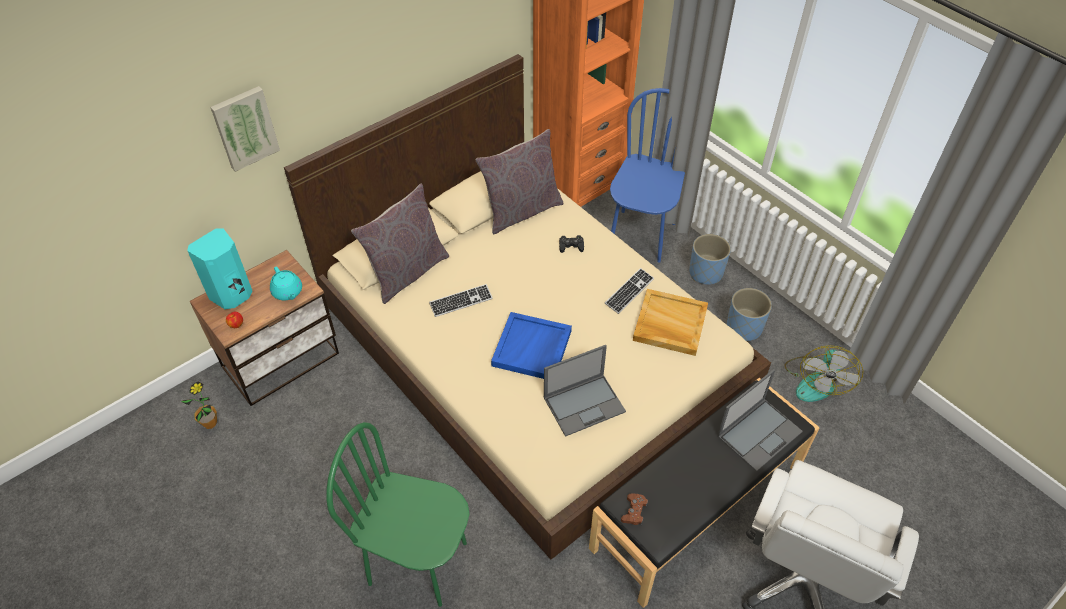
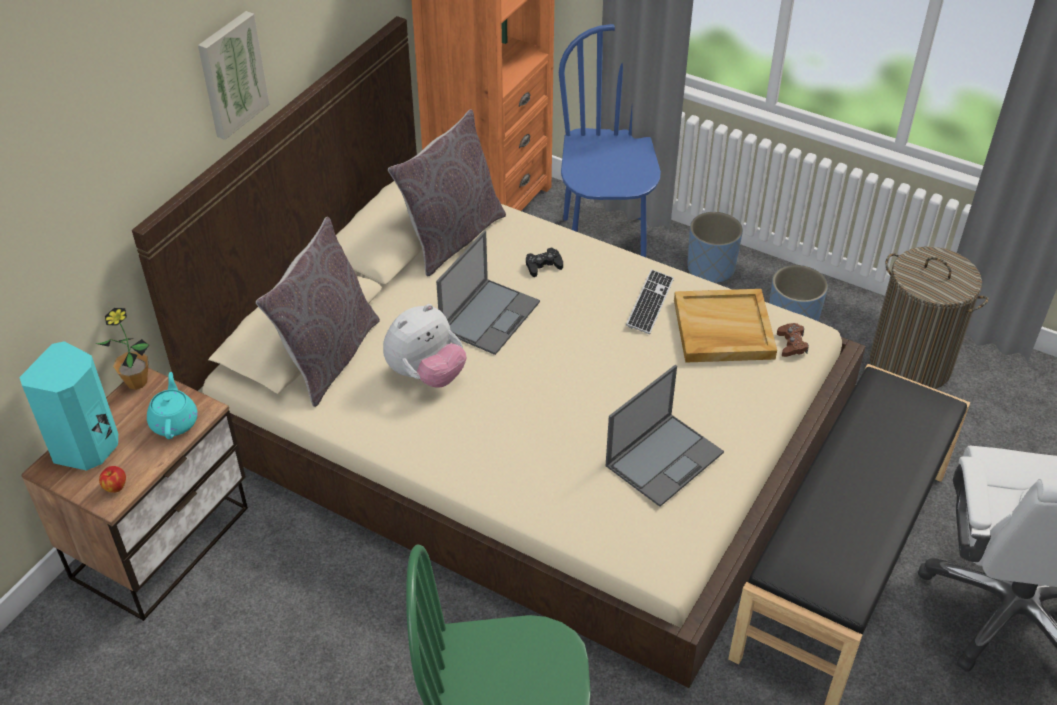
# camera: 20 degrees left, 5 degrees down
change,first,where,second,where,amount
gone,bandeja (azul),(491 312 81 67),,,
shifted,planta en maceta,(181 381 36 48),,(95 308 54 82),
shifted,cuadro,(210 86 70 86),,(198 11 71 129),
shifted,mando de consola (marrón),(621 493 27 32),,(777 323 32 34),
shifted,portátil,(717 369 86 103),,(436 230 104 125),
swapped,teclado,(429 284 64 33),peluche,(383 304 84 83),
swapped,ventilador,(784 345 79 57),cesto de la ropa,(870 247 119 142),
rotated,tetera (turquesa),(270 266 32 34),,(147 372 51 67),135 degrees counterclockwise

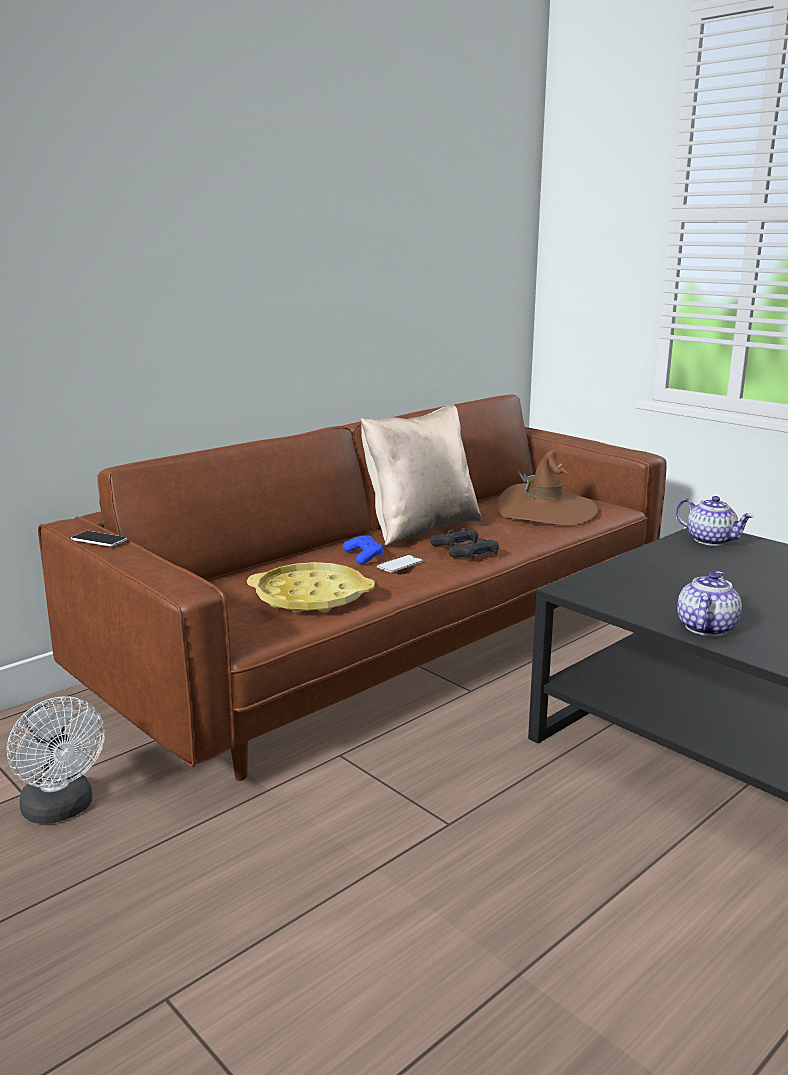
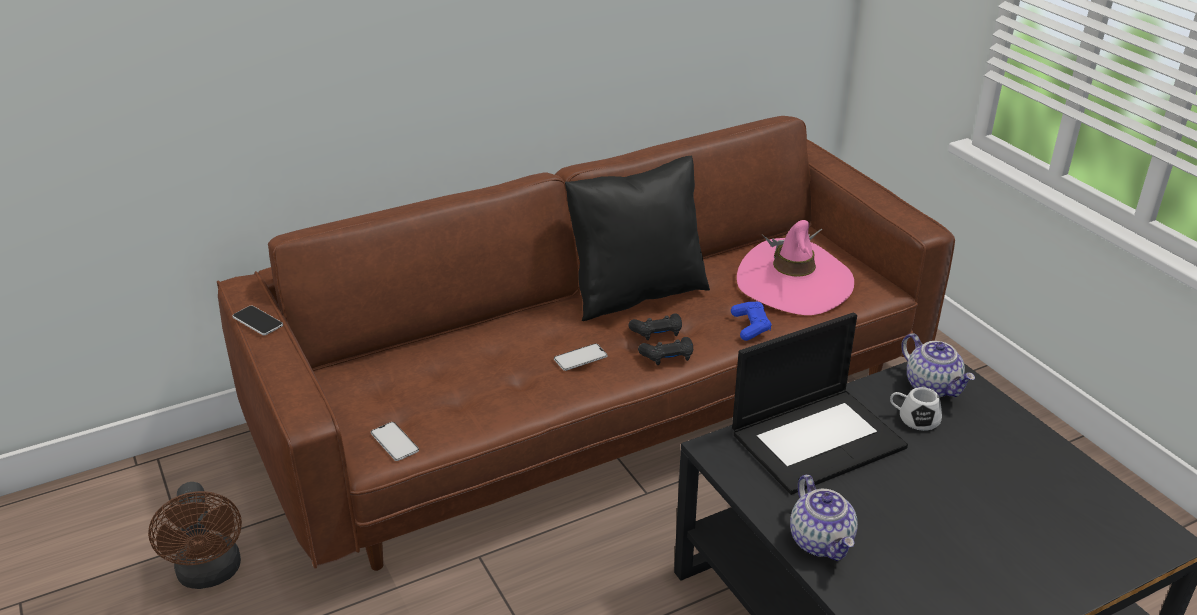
# camera: 15 degrees right, 15 degrees up
change,first,where,second,where,amount
gone,bandeja (amarillo),(247 562 128 51),,,
new,,,móvil,(371 422 48 39),
new,,,portátil,(732 313 176 182),
new,,,taza grande (blanco),(890 387 52 44),
shifted,mando de consola (azul),(343 535 40 29),,(731 302 41 39),
repainted,ventilador (blanco),(7 696 98 128),ventilador (marrón),(148 482 94 107),
repainted,cojín (beis),(361 404 120 142),cojín (negro),(565 156 145 165),
repainted,sombrero (marrón),(497 450 101 76),sombrero (rosa),(737 220 117 95),
rotated,tetera,(677 571 65 65),,(790 475 68 86),120 degrees clockwise

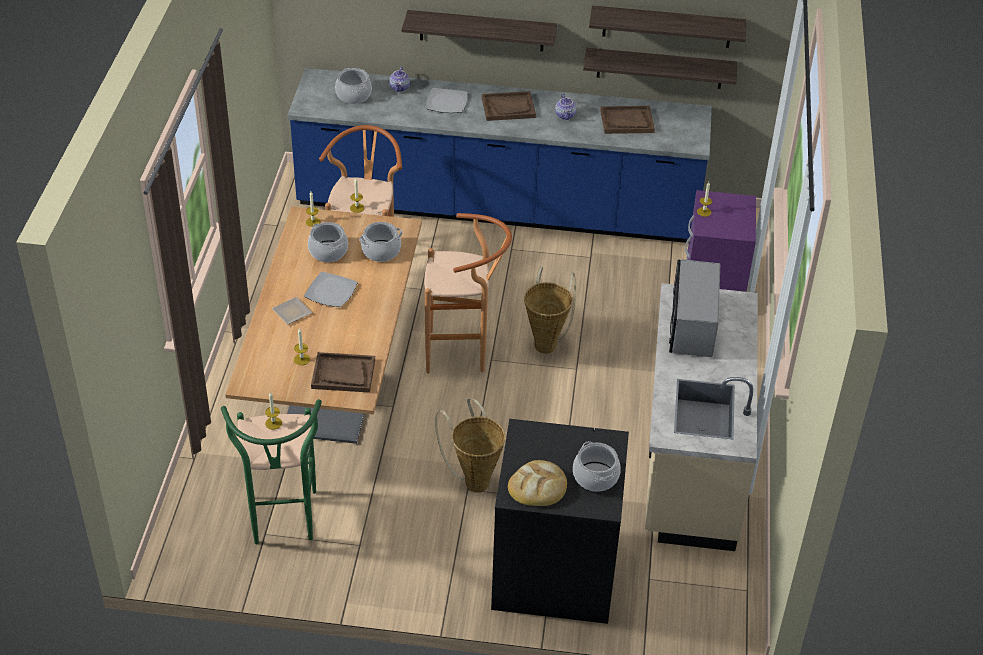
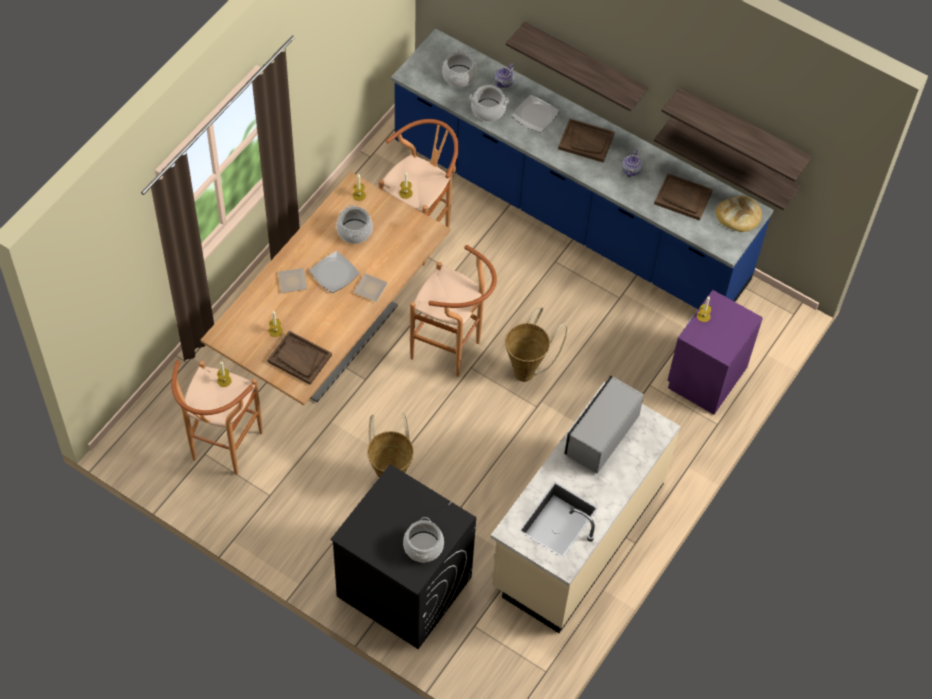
# camera: 25 degrees right, 15 degrees up
change,first,where,second,where,amount
new,,,plato,(353 273 35 29),
shifted,olla,(359 222 44 40),,(469 85 40 36),
shifted,pan,(508 460 59 46),,(716 196 46 36),
repainted,taburete (verde),(221 399 101 145),taburete (marrón),(171 360 92 115),

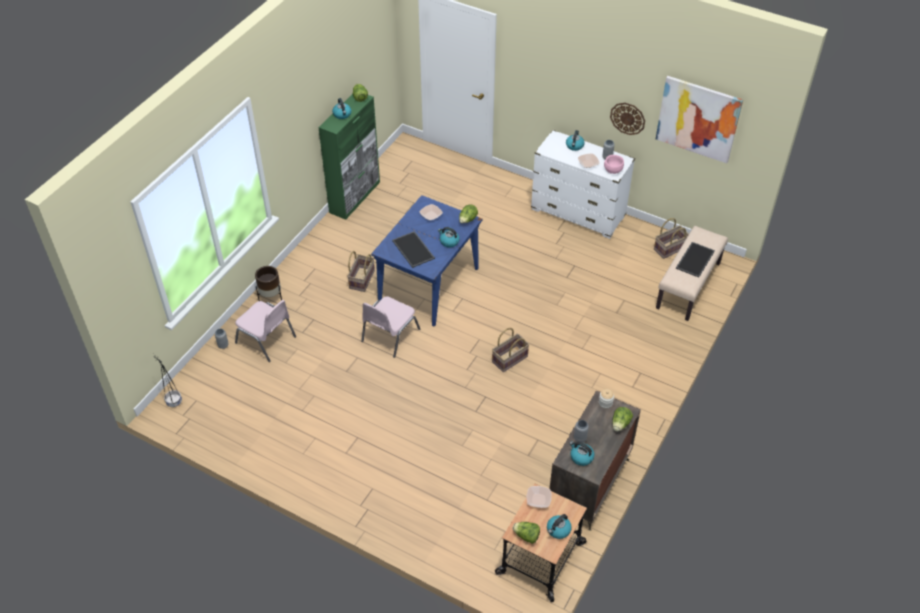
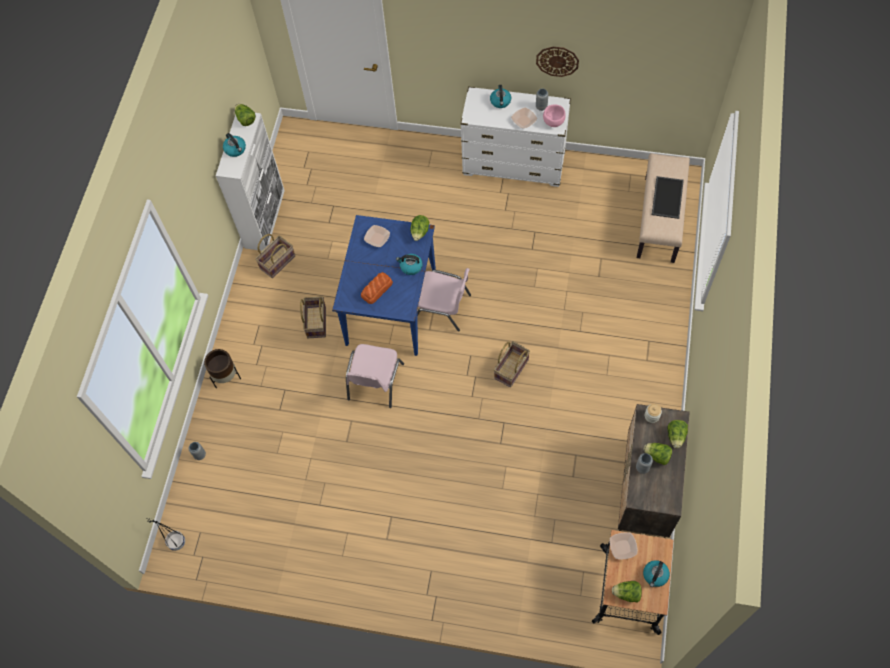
# camera: 15 degrees left, 15 degrees up
change,first,where,second,where,amount
gone,hervidor,(569 441 25 25),,,
gone,cuadro,(656 76 87 87),,,
new,,,lechuga,(643 443 29 22),
shifted,silla (rosa),(235 300 61 62),,(417 268 54 64),
shifted,cesta,(654 218 35 41),,(255 234 40 44),
swapped,bandeja,(392 231 43 37),pan,(361 272 32 32),
repainted,armario (verde),(318 94 62 126),armario (blanco),(216 113 69 138),

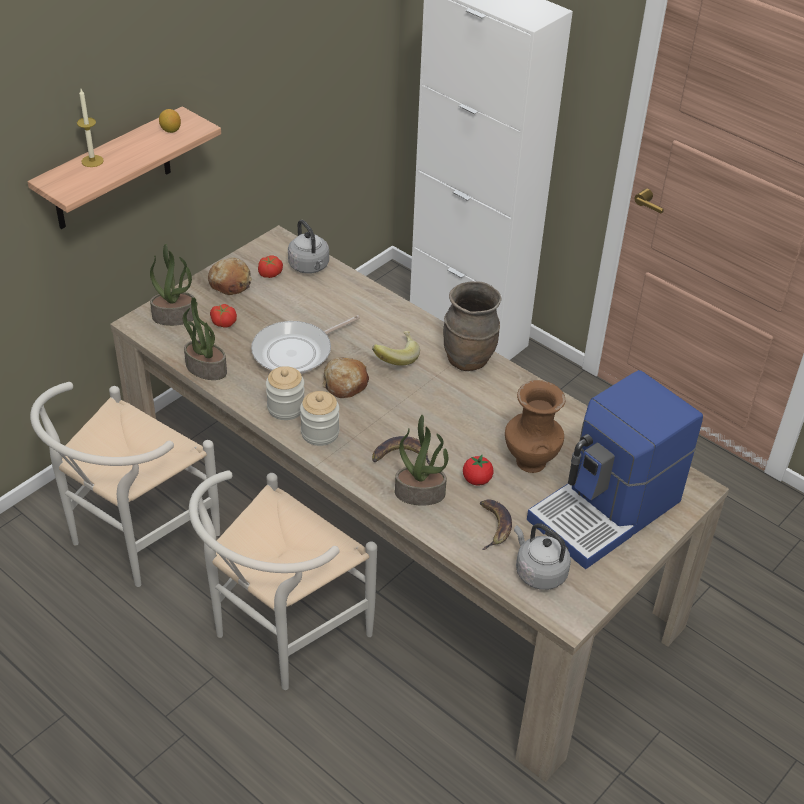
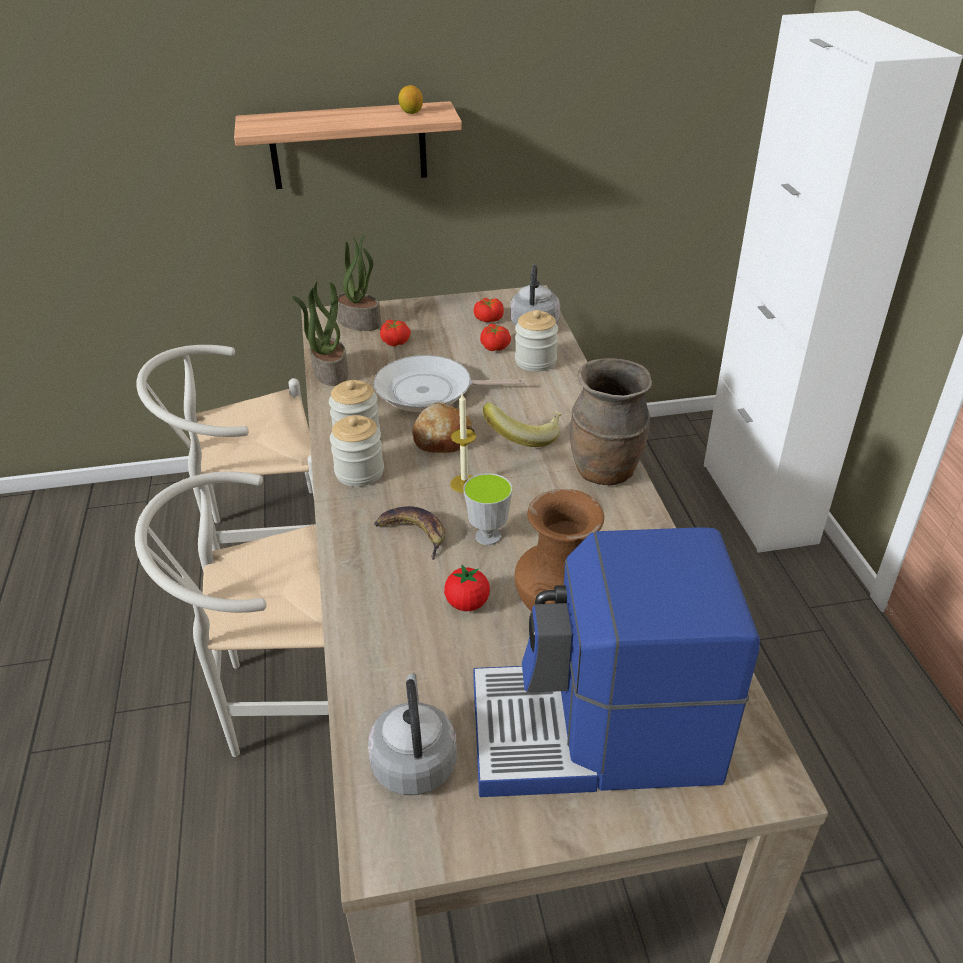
# camera: 40 degrees right, 5 degrees down
change,first,where,second,where,amount
gone,pan,(208 258 44 37),,,
gone,planta en maceta,(395 415 53 91),,,
gone,plátano,(480 500 32 50),,,
new,,,taza,(463 473 49 72),
new,,,tomate,(480 324 31 27),
new,,,tarro,(515 310 43 62),
shifted,vela,(77 89 27 78),,(450 394 26 99),

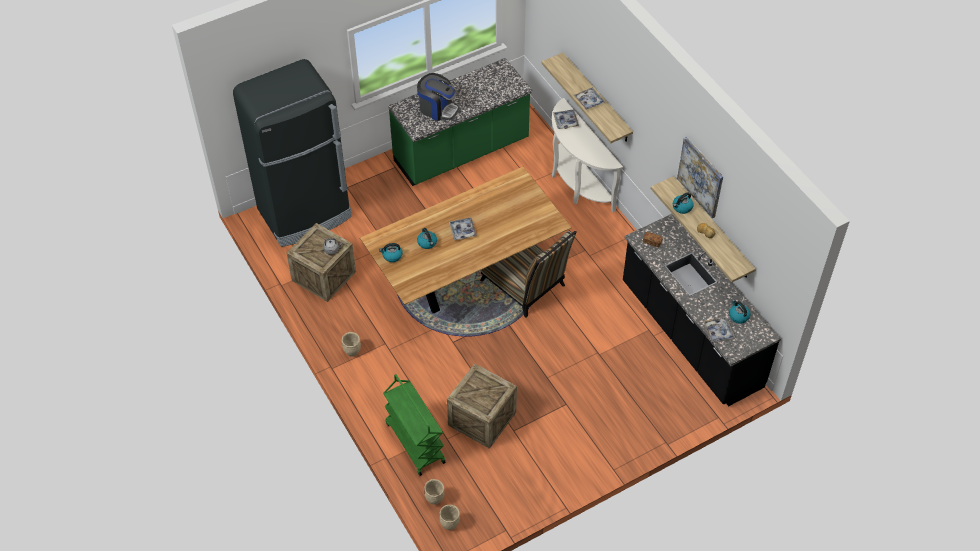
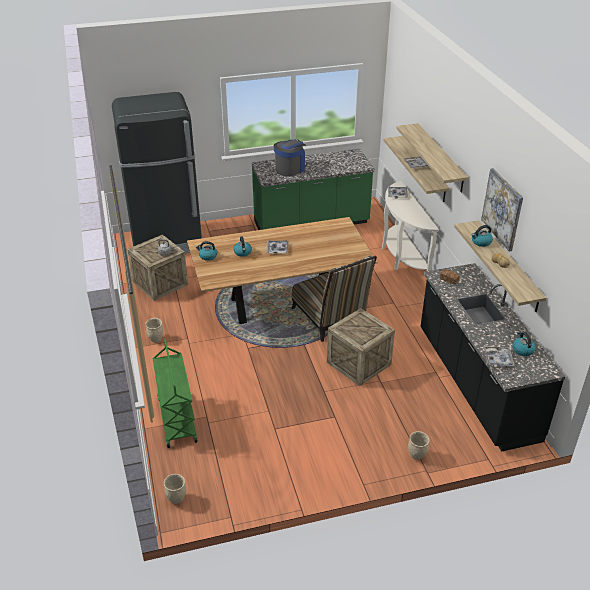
# camera: 15 degrees right, 15 degrees down
change,first,where,second,where,amount
new,,,estante,(396 123 72 70),
shifted,maceta (beis),(424 479 20 26),,(408 431 22 29),
shifted,caja de embalaje,(447 364 70 85),,(327 308 68 78),
rotated,cafetera,(417 73 42 48),,(274 139 34 38),90 degrees counterclockwise

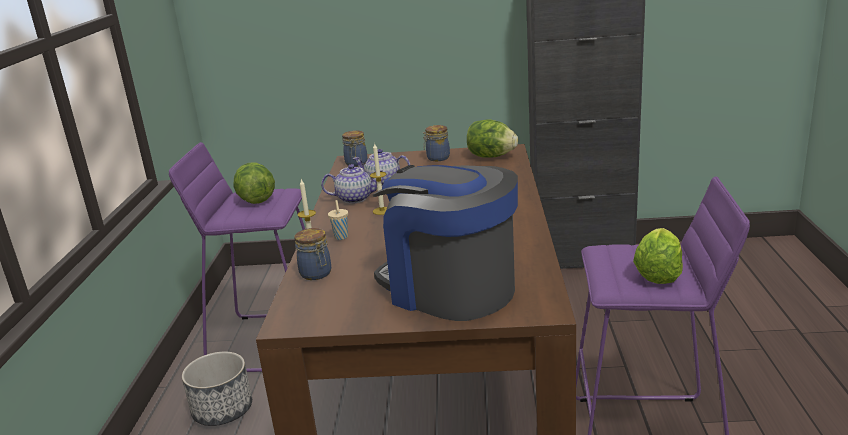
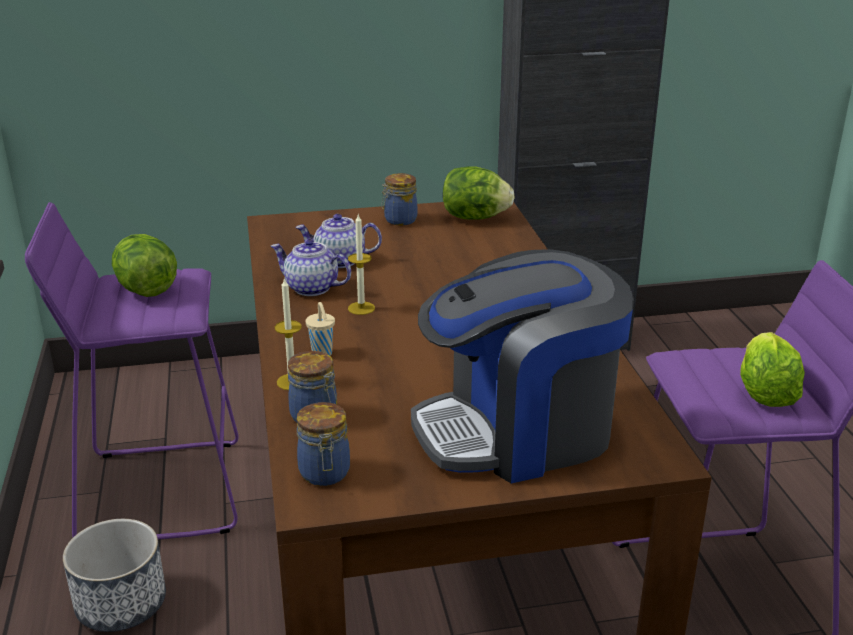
# camera: 15 degrees left, 5 degrees up
change,first,where,second,where,amount
shifted,tarro,(342 130 26 37),,(297 402 53 84),
rotated,tetera,(321 164 62 40),,(271 239 80 57),135 degrees counterclockwise
rotated,cafetera,(372 165 146 156),,(411 249 223 234),45 degrees counterclockwise

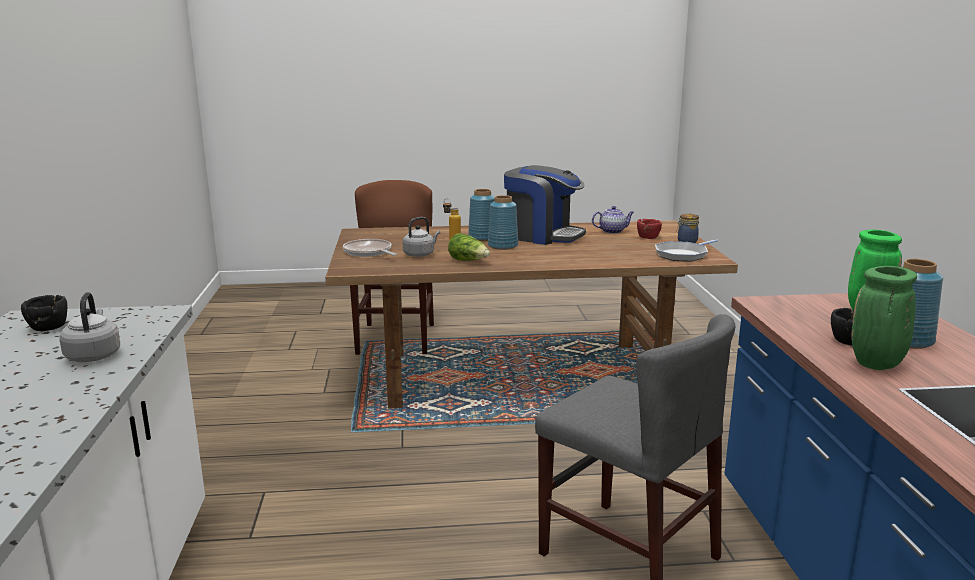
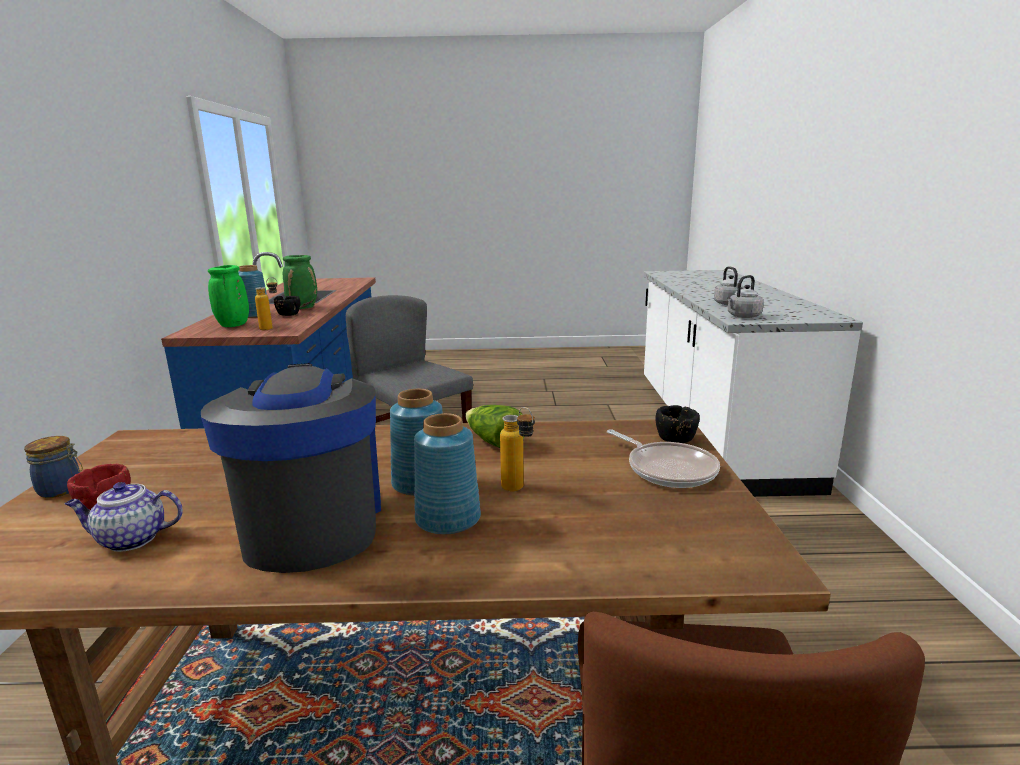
# camera: 175 degrees left, 0 degrees up
change,first,where,second,where,amount
gone,sartén,(655 239 63 23),,,
new,,,botella,(255 277 22 54),
shifted,cuenco (negro),(21 295 46 36),,(655 405 45 38),
shifted,hervidor (gris),(403 217 37 40),,(727 275 37 43),
rotated,cafetera,(504 165 82 80),,(201 363 180 210),45 degrees clockwise

